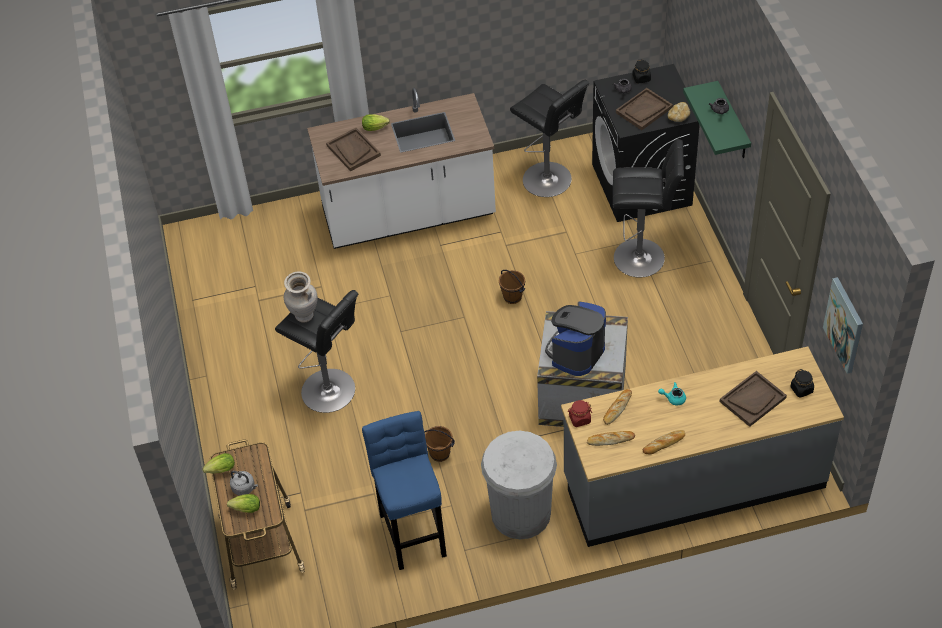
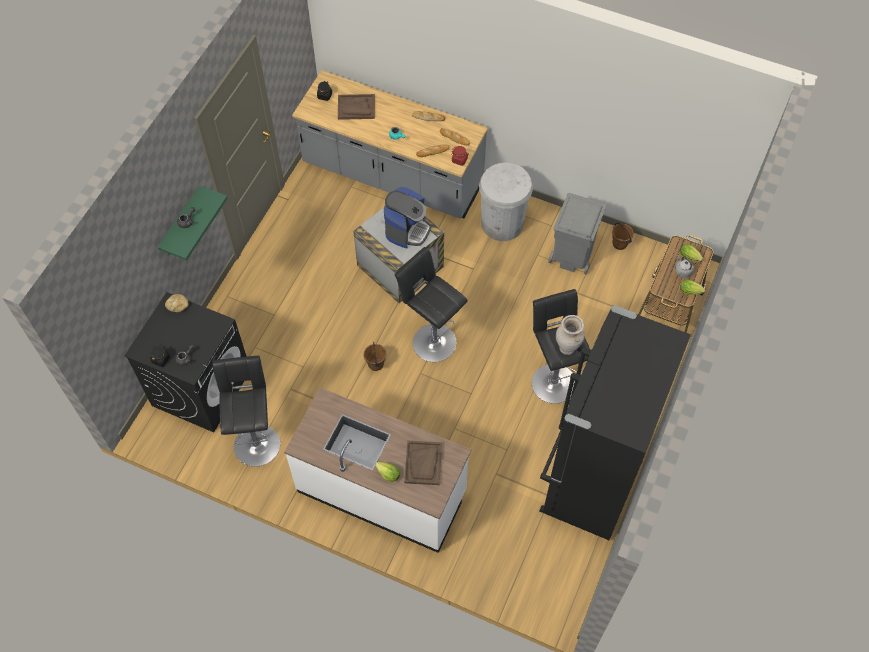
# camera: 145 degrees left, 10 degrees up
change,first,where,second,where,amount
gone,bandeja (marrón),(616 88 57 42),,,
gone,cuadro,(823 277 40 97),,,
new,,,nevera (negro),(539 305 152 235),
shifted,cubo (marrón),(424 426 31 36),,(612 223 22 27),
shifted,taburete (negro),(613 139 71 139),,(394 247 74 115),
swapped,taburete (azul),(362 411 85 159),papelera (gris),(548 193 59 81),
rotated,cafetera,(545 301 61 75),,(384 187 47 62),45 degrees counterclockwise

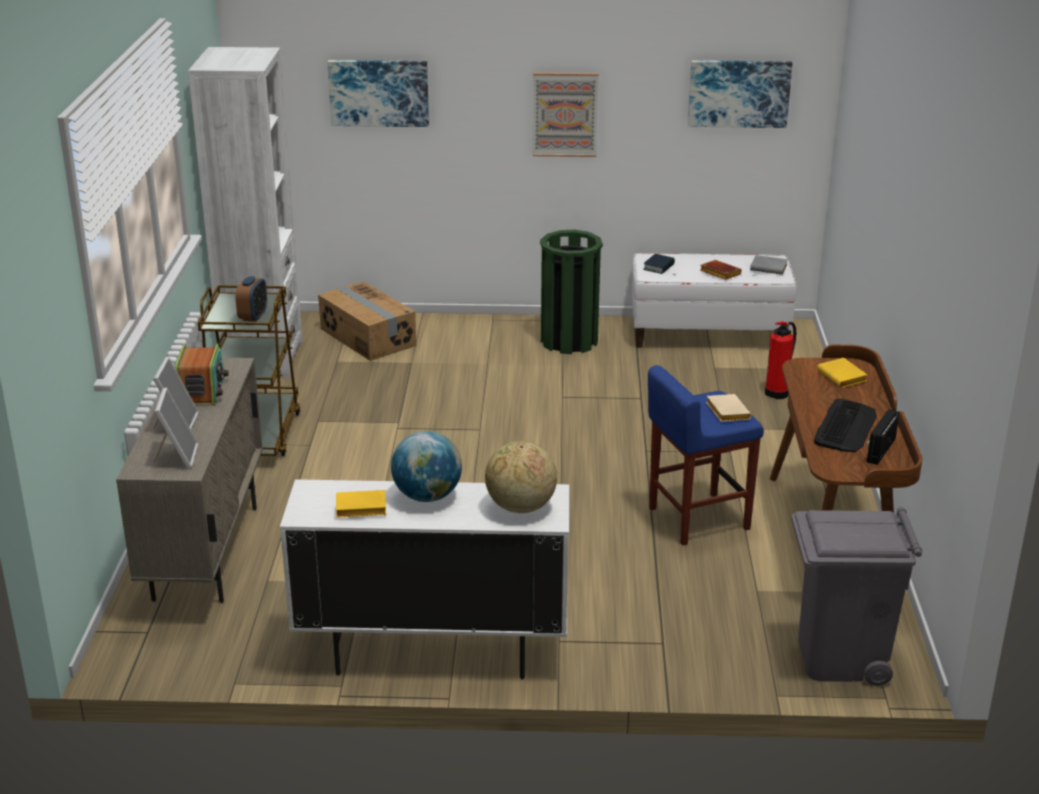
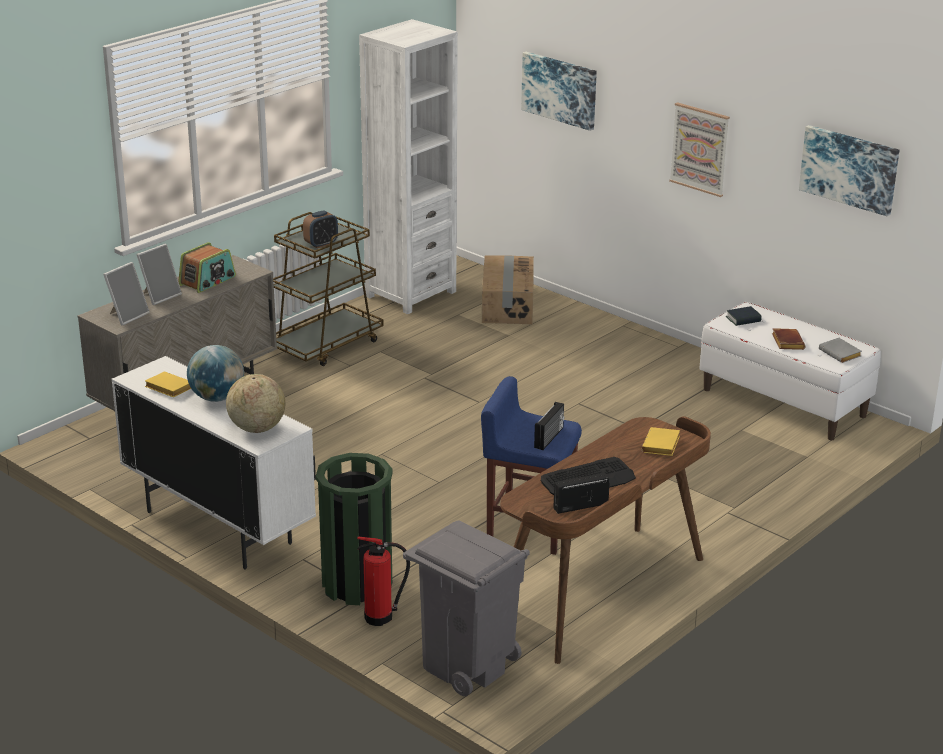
# camera: 40 degrees right, 0 degrees up
change,first,where,second,where,amount
shifted,papelera (verde),(540 230 63 124),,(316 453 77 152),
shifted,extintor,(765 321 31 78),,(357 537 53 89),
swapped,libro (beis),(706 394 45 28),radio,(534 402 30 48),

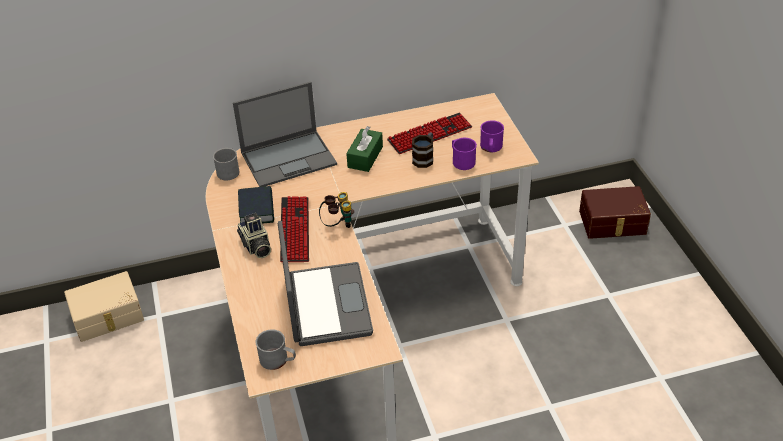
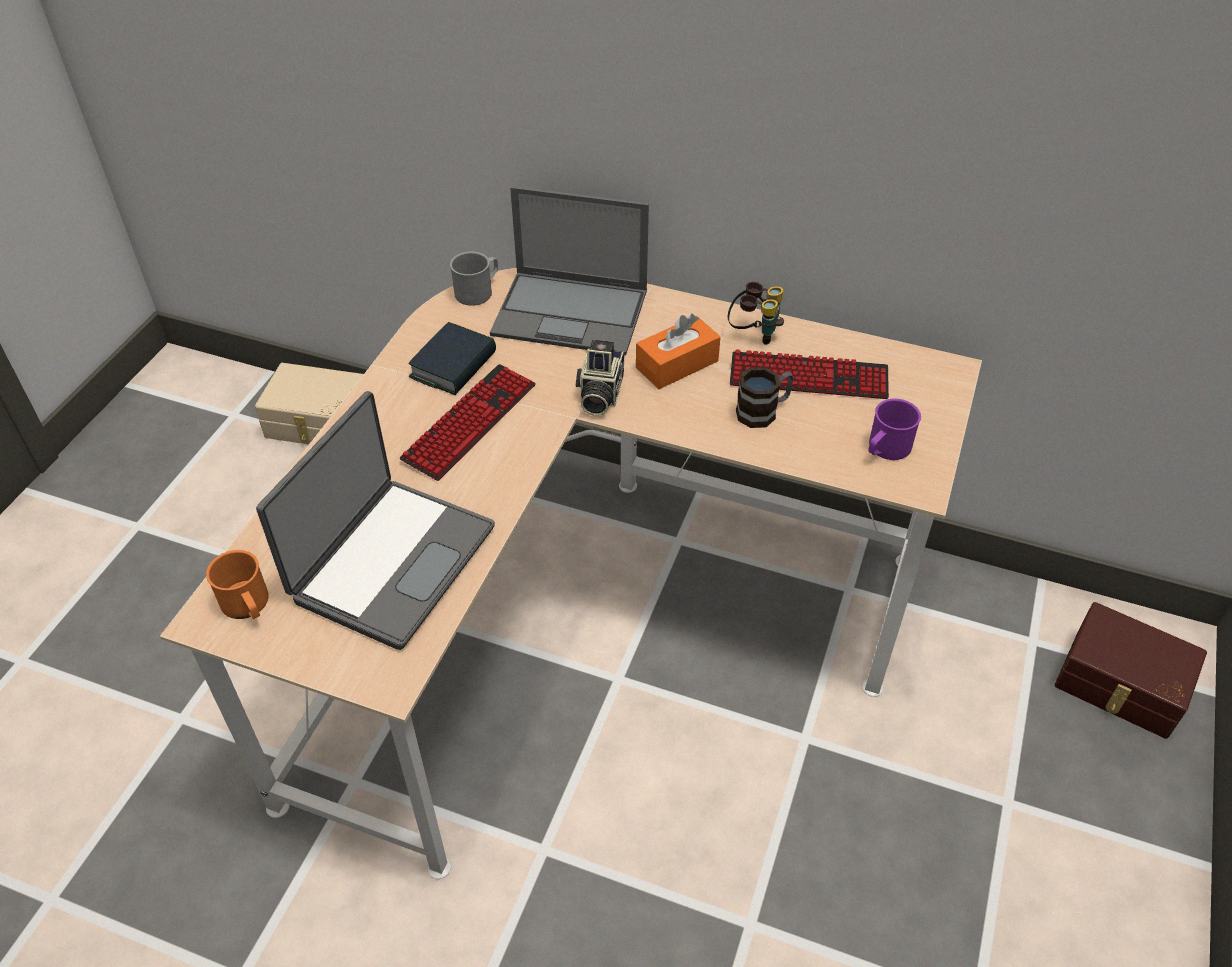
# camera: 35 degrees right, 5 degrees up
change,first,where,second,where,amount
gone,taza grande (morado),(452 138 25 32),,,
shifted,cámara,(237 213 34 45),,(576 339 48 77),
shifted,prismáticos,(319 192 35 36),,(728 282 56 63),
repainted,taza grande (gris),(255 329 41 41),taza grande (naranja),(206 550 63 69),
repainted,caja de pañuelos (verde),(346 126 37 46),caja de pañuelos (naranja),(636 314 85 75),

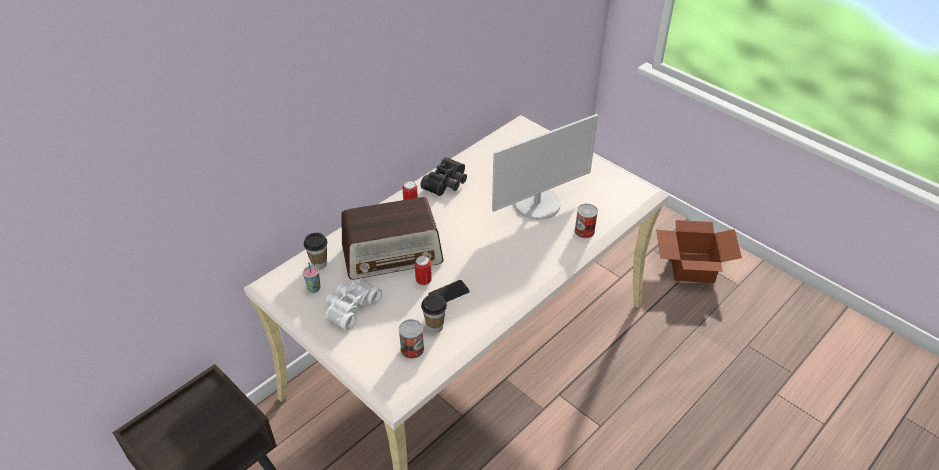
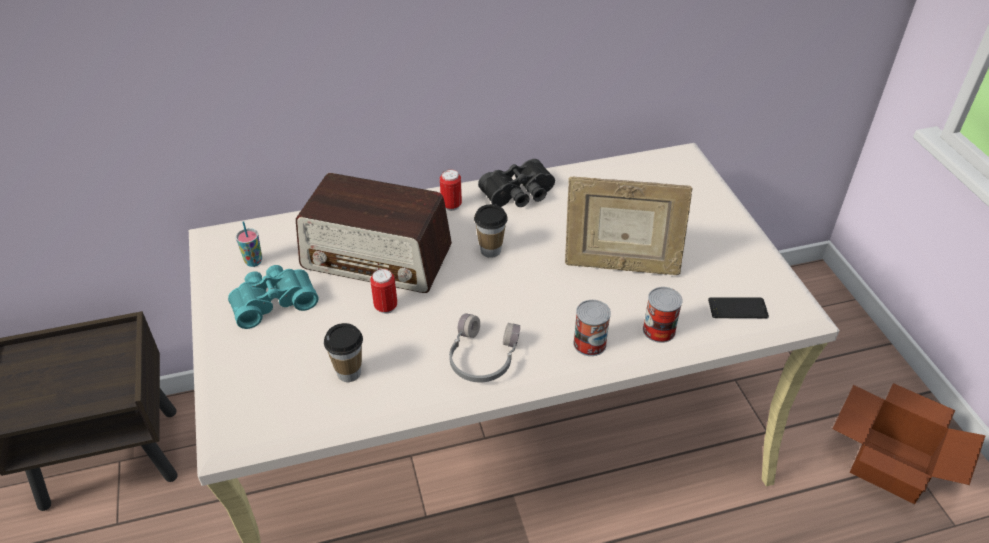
# camera: 30 degrees right, 0 degrees up
change,first,where,second,where,amount
new,,,auriculares (gris),(449 313 71 69),
shifted,taza,(304 233 23 37),,(474 204 34 54),
shifted,lata,(399 319 25 40),,(573 300 38 56),
shifted,móvil,(428 280 42 22),,(708 297 61 21),
swapped,monitor,(492 114 106 106),portarretratos,(565 177 128 98),
repainted,prismáticos (blanco),(326 279 56 51),prismáticos (turquesa),(228 265 91 64),

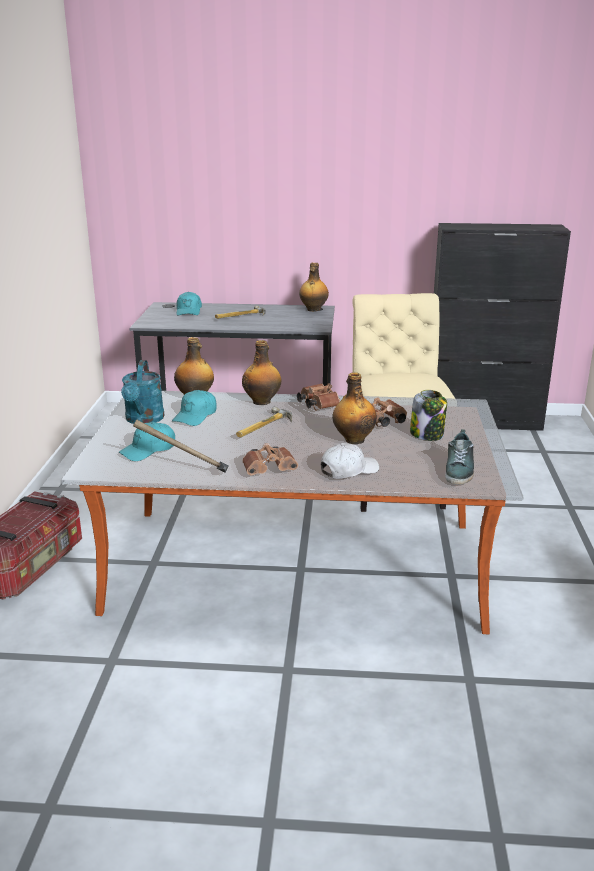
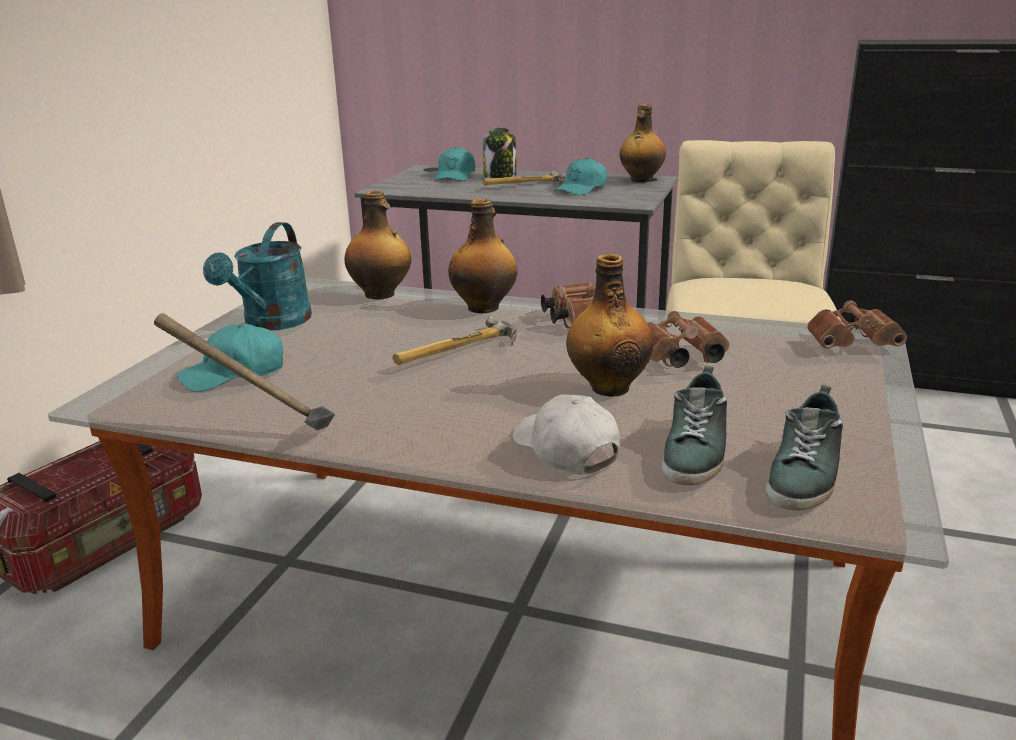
# camera: 15 degrees right, 0 degrees up
change,first,where,second,where,amount
new,,,zapato,(662 366 65 119),
shifted,gorra (turquesa),(172 390 45 36),,(554 158 53 37),
shifted,prismáticos (marrón),(242 443 56 32),,(807 300 100 49),
shifted,tarro,(410 390 37 51),,(483 128 33 50),
rotated,gorra (blanco),(321 443 58 36),,(513 395 107 80),105 degrees counterclockwise

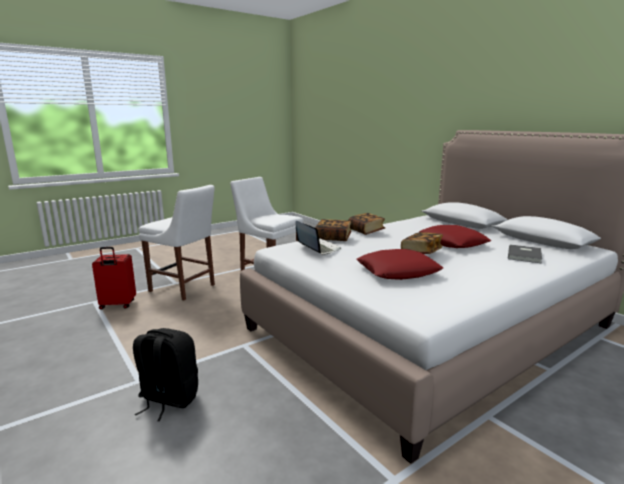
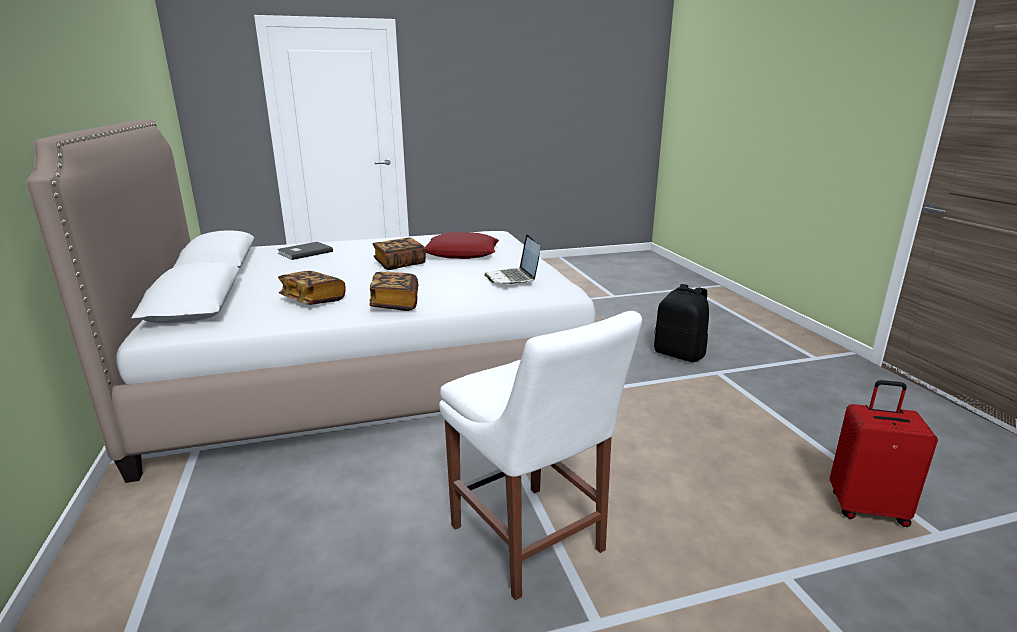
# camera: 160 degrees left, 5 degrees up
change,first,where,second,where,amount
gone,silla (blanco),(139 185 76 115),,,
gone,cojín (rojo),(419 225 72 23),,,
shifted,libro,(315 219 37 22),,(278 271 67 34),

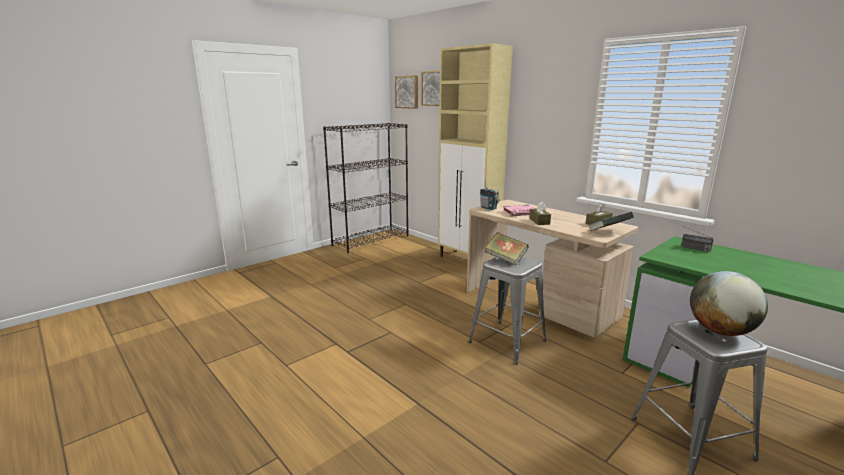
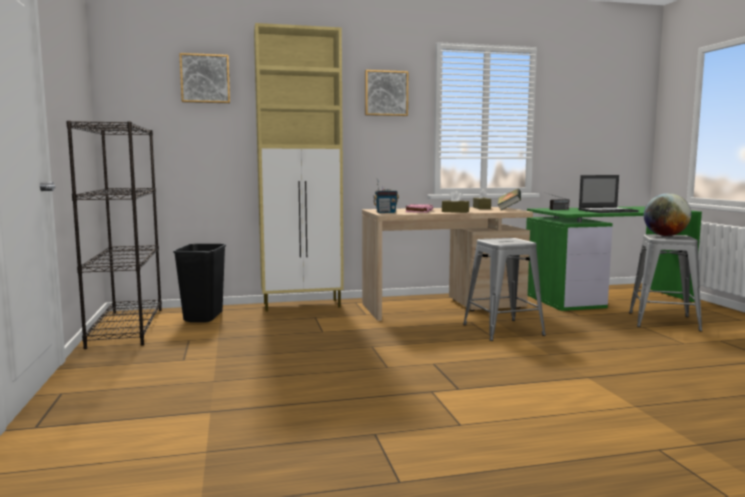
# camera: 60 degrees left, 10 degrees down
change,first,where,second,where,amount
gone,libro,(485 232 43 33),,,
new,,,papelera (negro),(173 244 53 79),
new,,,portátil,(578 175 61 38),
shifted,cuadro,(395 76 23 33),,(365 70 43 46),

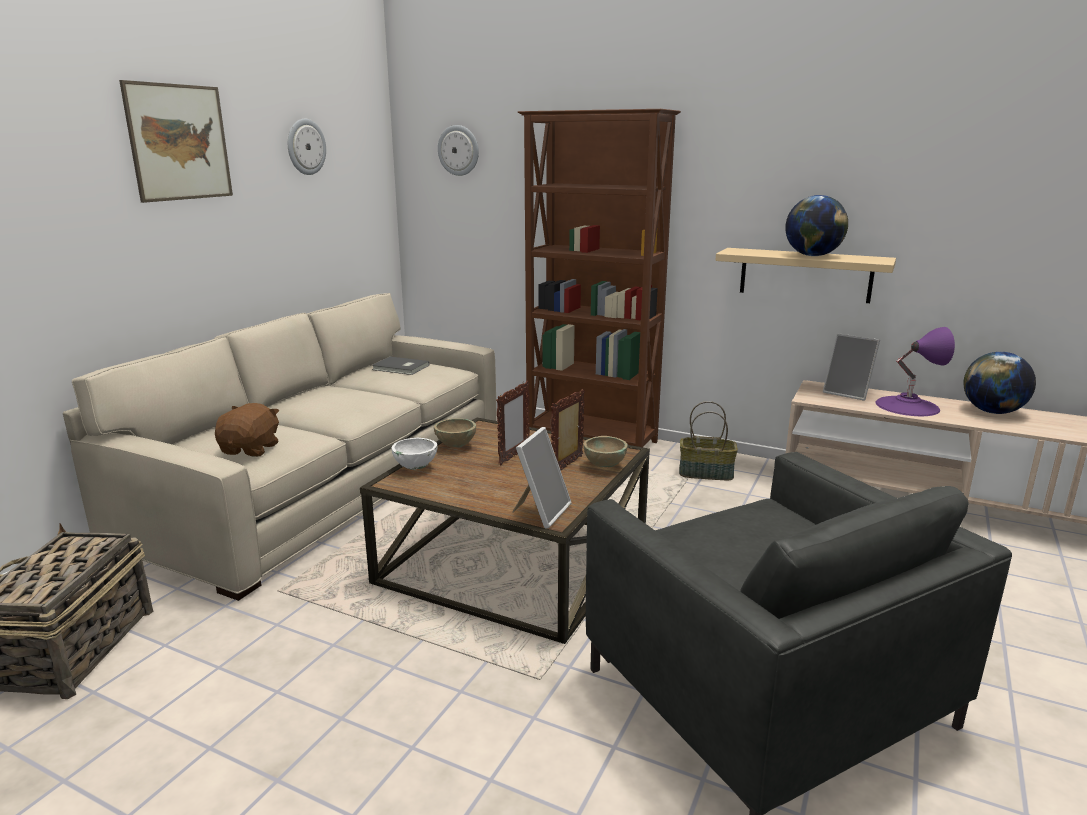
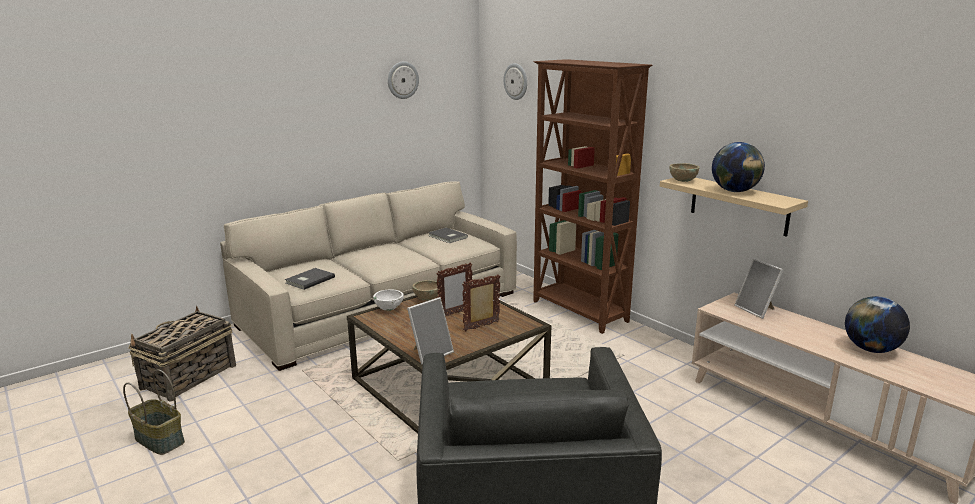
# camera: 25 degrees right, 0 degrees up
change,first,where,second,where,amount
gone,cuadro,(119 80 114 123),,,
gone,lámpara de mesa (morado),(875 327 80 89),,,
shifted,cuenco (beis),(584 436 43 31),,(670 163 30 19),
shifted,cesta,(679 401 59 79),,(123 369 62 86),
swapped,peluche (marrón),(215 403 64 54),libro (gris),(285 268 50 22),

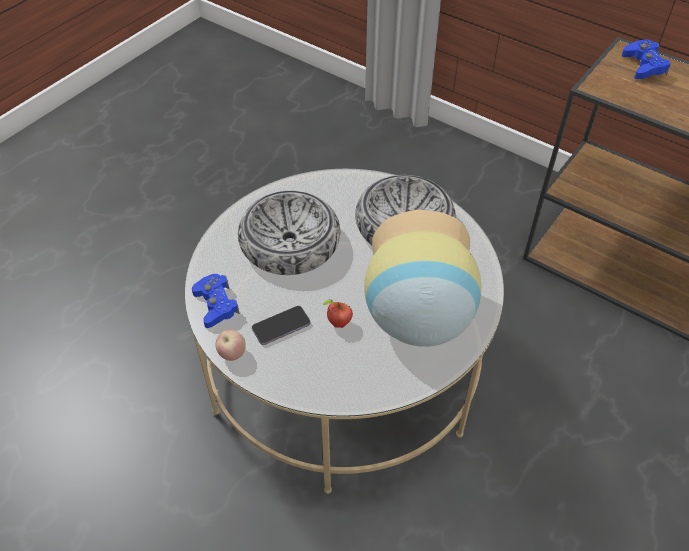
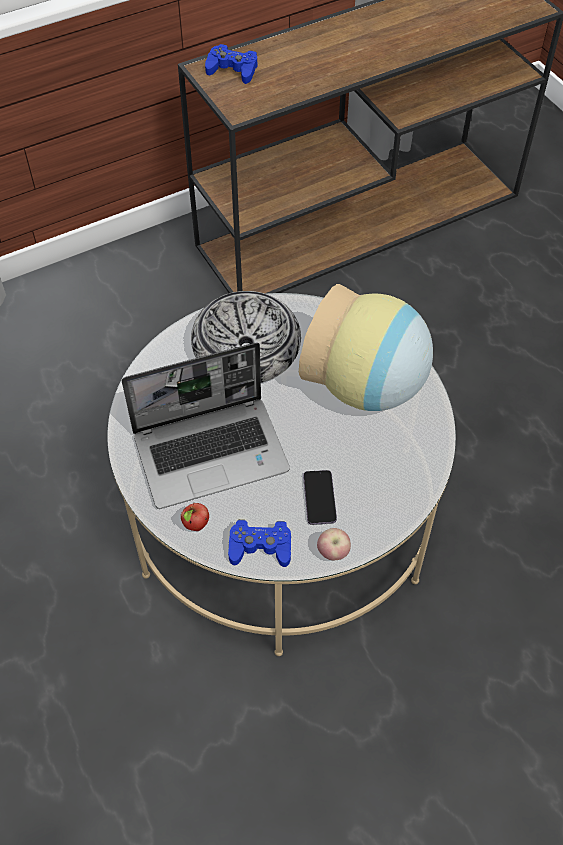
# camera: 65 degrees left, 5 degrees up
change,first,where,second,where,amount
shifted,manzana,(323 300 30 28),,(181 503 28 28),
swapped,cuenco,(238 191 102 84),portátil,(122 343 168 166),

